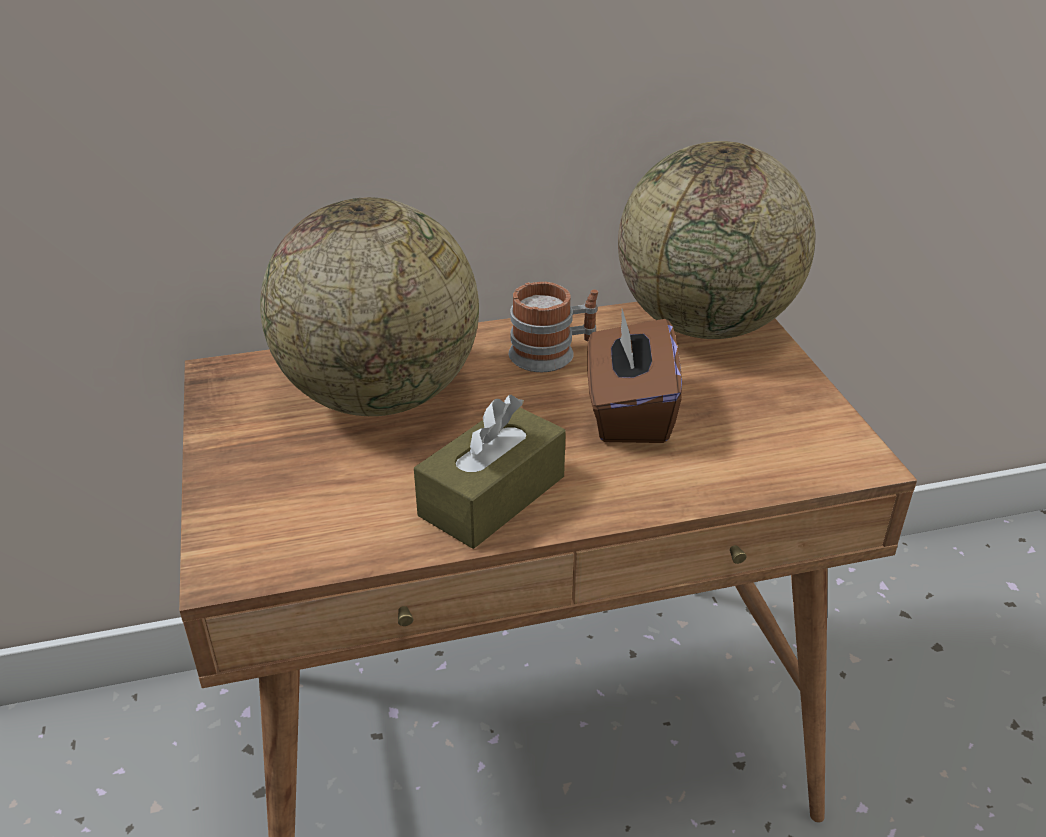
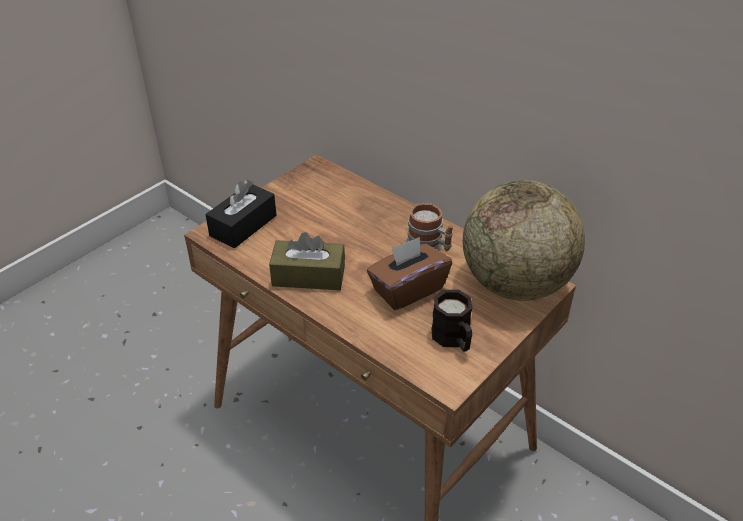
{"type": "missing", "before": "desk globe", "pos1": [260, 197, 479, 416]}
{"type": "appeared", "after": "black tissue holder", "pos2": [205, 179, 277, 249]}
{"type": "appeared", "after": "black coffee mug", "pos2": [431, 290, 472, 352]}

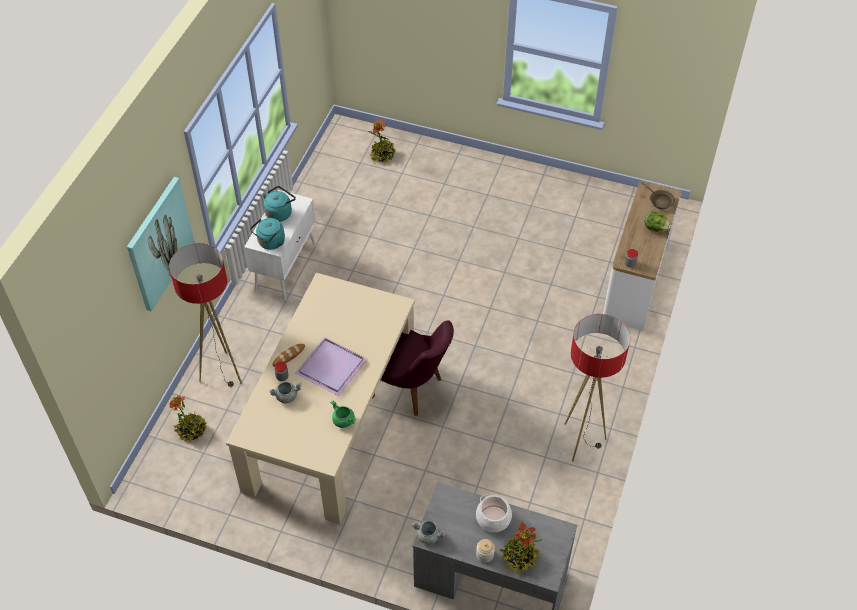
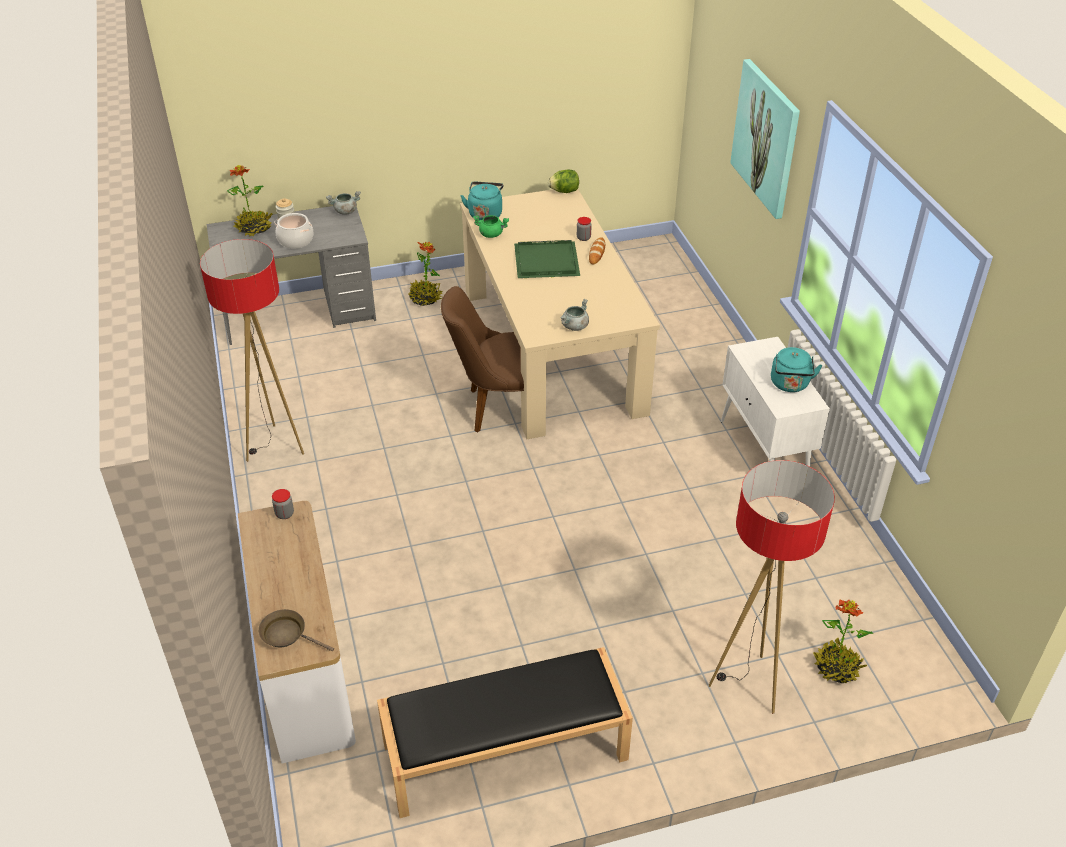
{"type": "relocated", "before": "lettuce", "pos1": [644, 211, 671, 232], "pos2": [548, 169, 579, 193]}
{"type": "relocated", "before": "turquoise water kettle", "pos1": [250, 218, 285, 250], "pos2": [461, 182, 503, 220]}
{"type": "relocated", "before": "standing lamp", "pos1": [169, 243, 242, 387], "pos2": [709, 460, 835, 714]}
{"type": "colour", "before": "purple-coloured upright chair", "after": "brown-coloured upright chair", "pos1": [373, 320, 454, 416], "pos2": [441, 286, 524, 433]}
{"type": "colour", "before": "purple-coloured carrying tray", "after": "green-coloured carrying tray", "pos1": [295, 337, 367, 396], "pos2": [514, 240, 580, 278]}
{"type": "relocated", "before": "grey cooking pot", "pos1": [269, 382, 302, 403], "pos2": [560, 299, 589, 331]}
{"type": "relocated", "before": "potted plant", "pos1": [169, 395, 207, 442], "pos2": [408, 242, 443, 306]}
{"type": "appeared", "after": "black long seat", "pos2": [377, 647, 633, 818]}

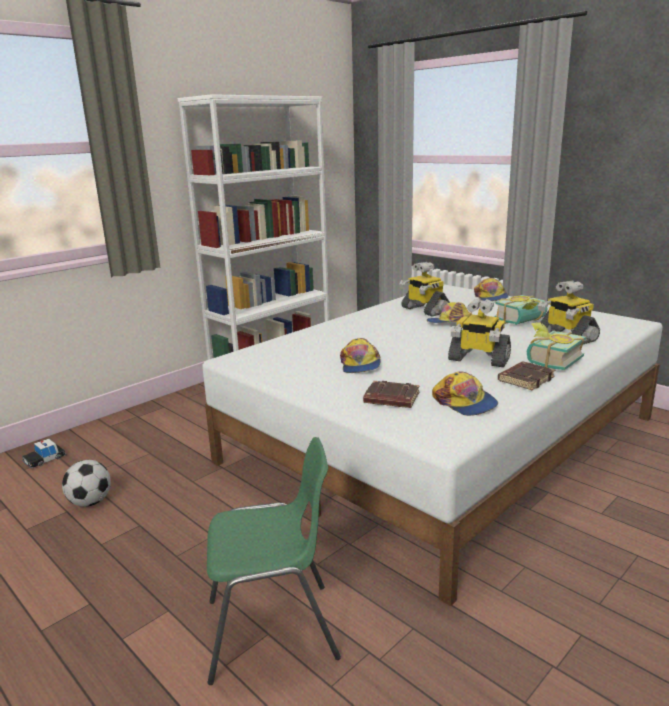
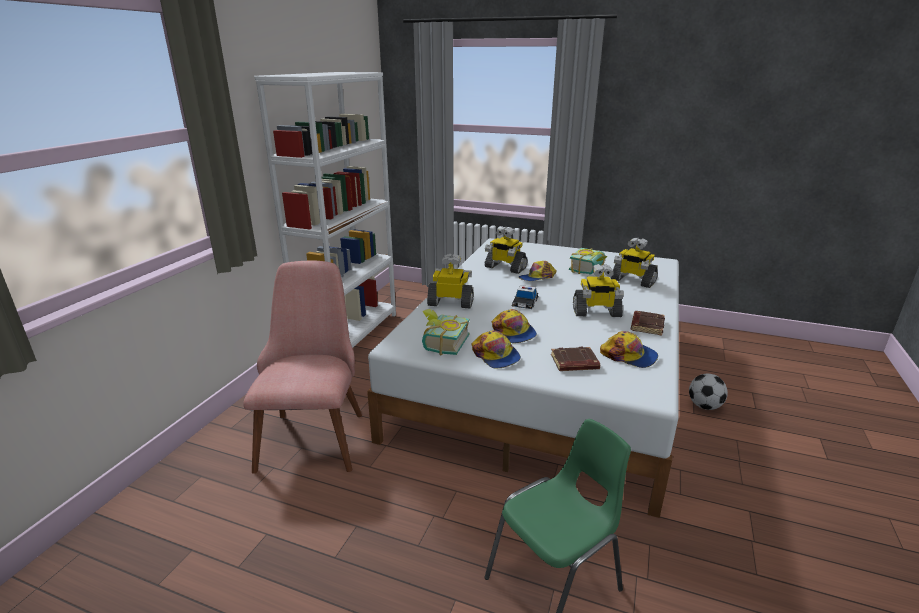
{"type": "relocated", "before": "cap", "pos1": [474, 278, 509, 301], "pos2": [471, 330, 521, 369]}
{"type": "relocated", "before": "bound book", "pos1": [527, 322, 586, 370], "pos2": [422, 309, 470, 356]}
{"type": "relocated", "before": "model car", "pos1": [22, 439, 67, 468], "pos2": [512, 285, 539, 309]}
{"type": "relocated", "before": "ball for football", "pos1": [62, 460, 111, 507], "pos2": [689, 374, 728, 410]}
{"type": "appeared", "after": "model robot", "pos2": [427, 254, 474, 308]}
{"type": "appeared", "after": "pinkish upright chair", "pos2": [243, 261, 362, 474]}

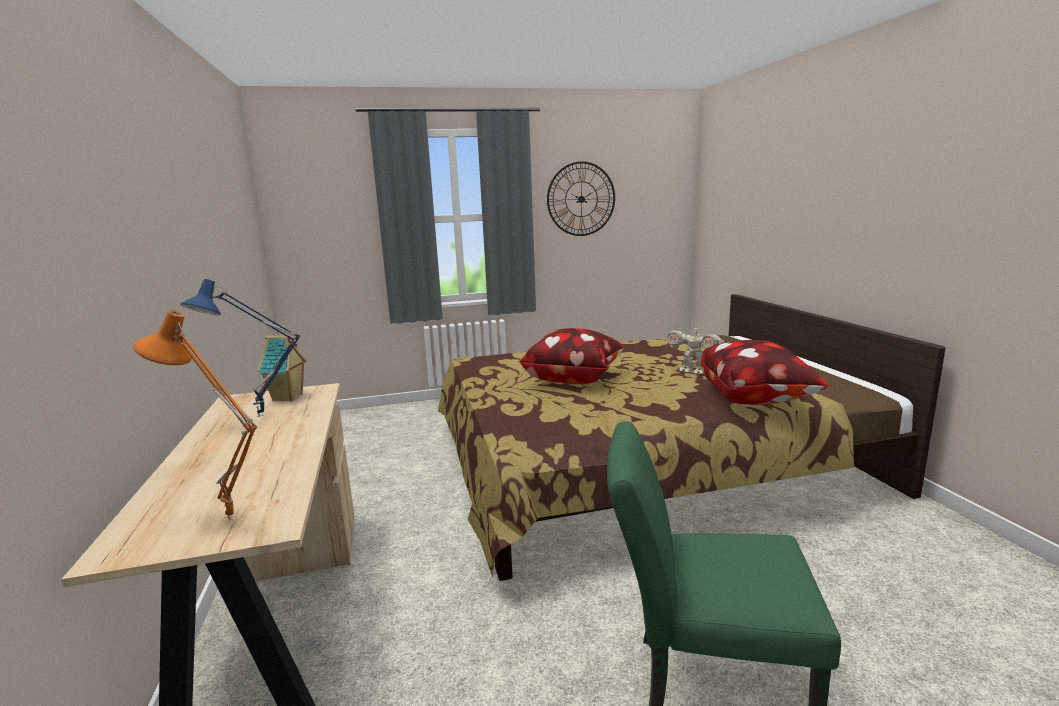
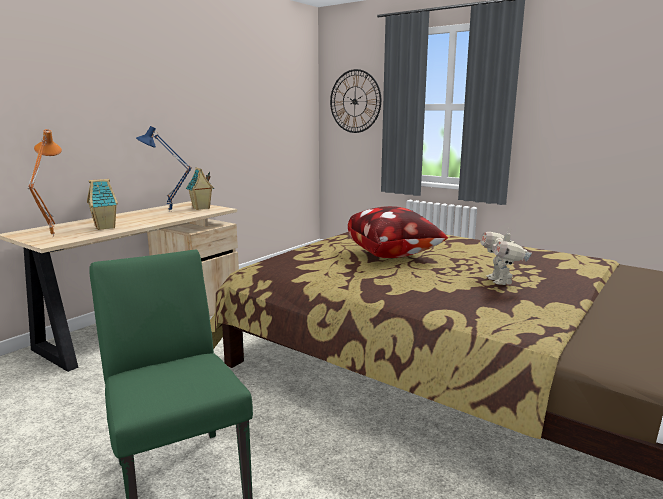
{"type": "relocated", "before": "wall clock", "pos1": [547, 161, 615, 236], "pos2": [330, 69, 381, 133]}
{"type": "missing", "before": "pillow", "pos1": [701, 340, 829, 405]}
{"type": "appeared", "after": "miniature house", "pos2": [87, 179, 118, 230]}

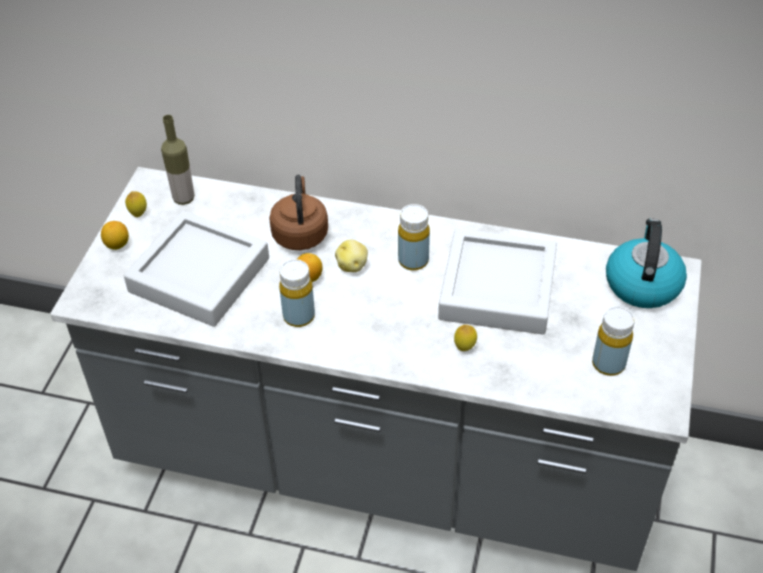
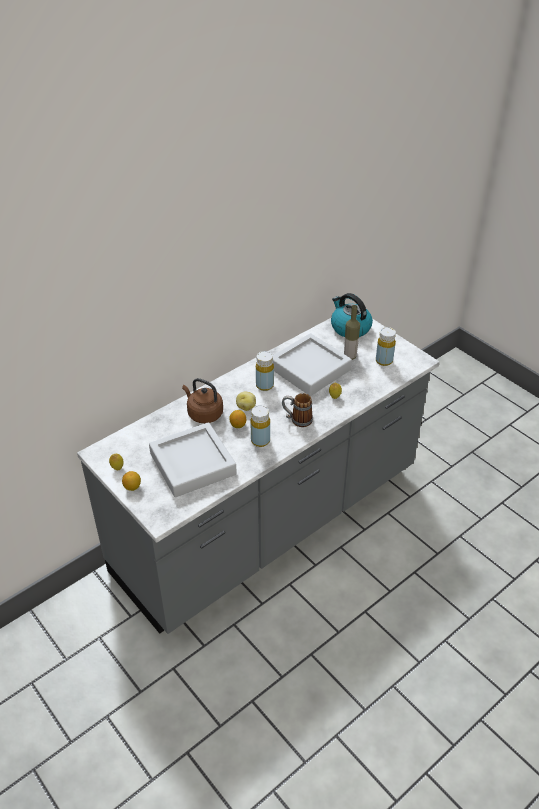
{"type": "relocated", "before": "drink bottle", "pos1": [161, 115, 194, 205], "pos2": [344, 305, 360, 360]}
{"type": "appeared", "after": "coffee mug", "pos2": [282, 393, 313, 427]}

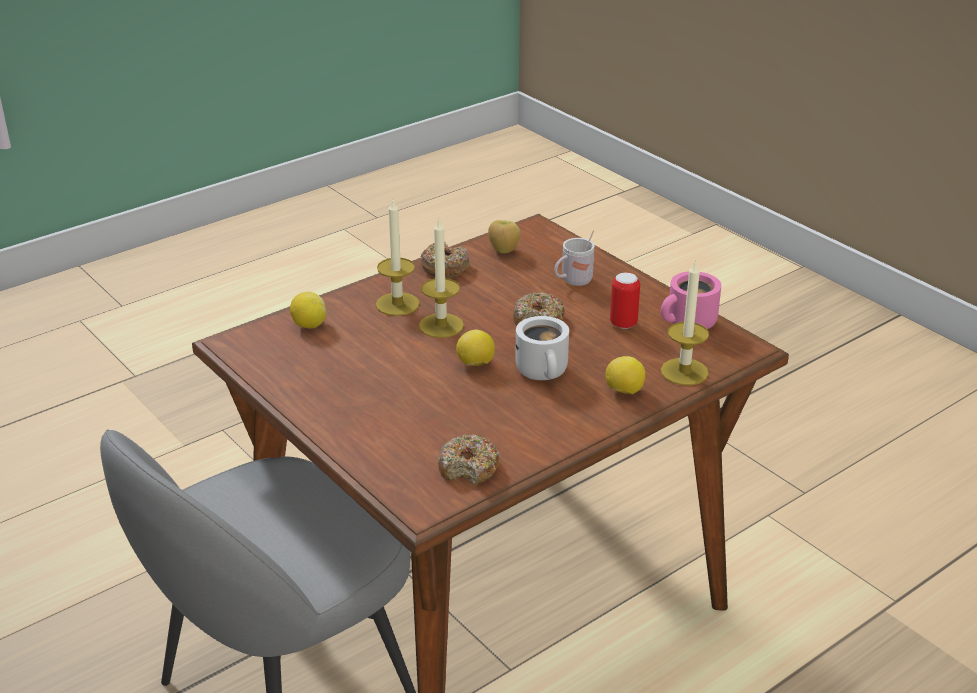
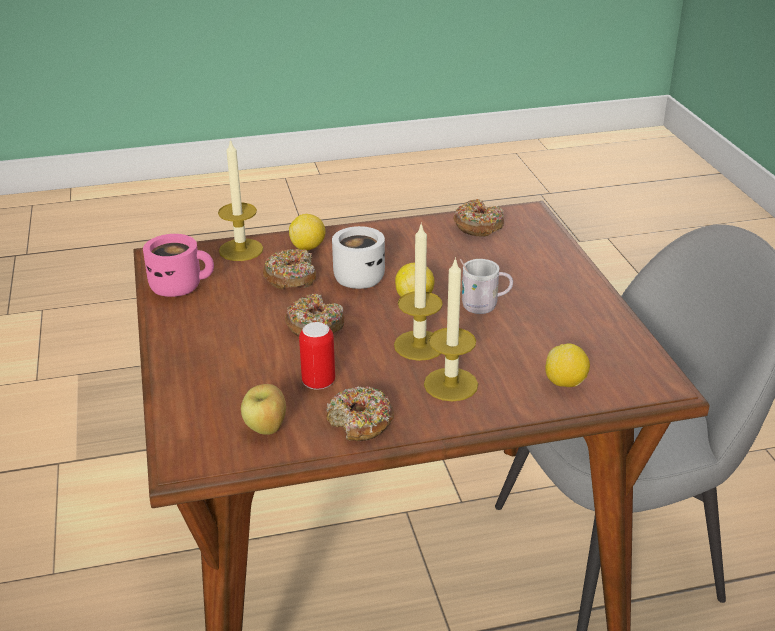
{"type": "relocated", "before": "whitish coffee mug", "pos1": [554, 230, 595, 286], "pos2": [460, 259, 513, 314]}
{"type": "relocated", "before": "sealed can", "pos1": [610, 272, 640, 329], "pos2": [299, 322, 335, 390]}
{"type": "appeared", "after": "ring doughnut", "pos2": [263, 249, 316, 289]}

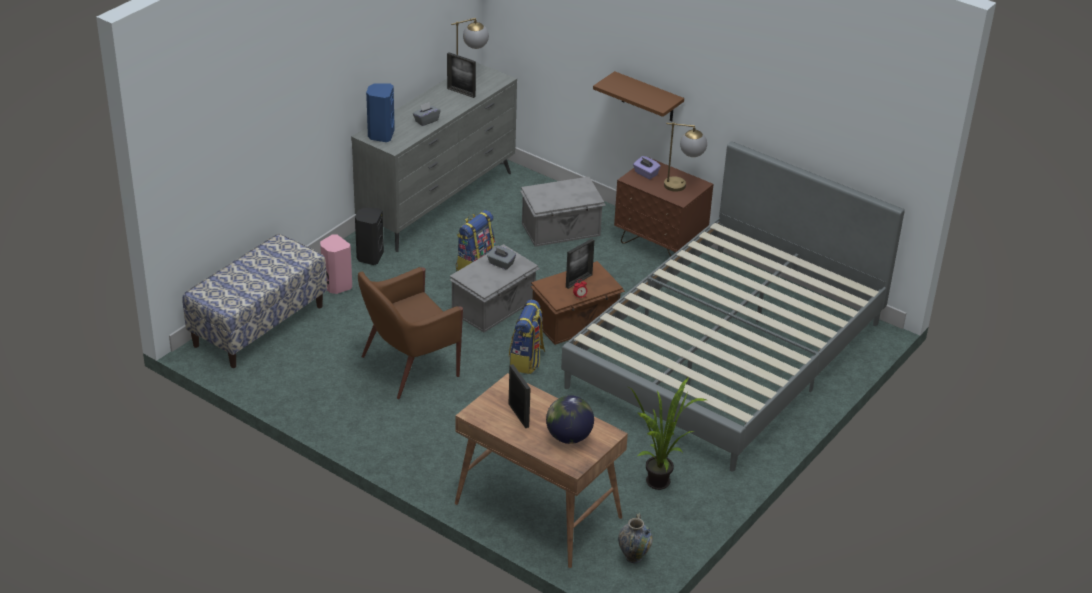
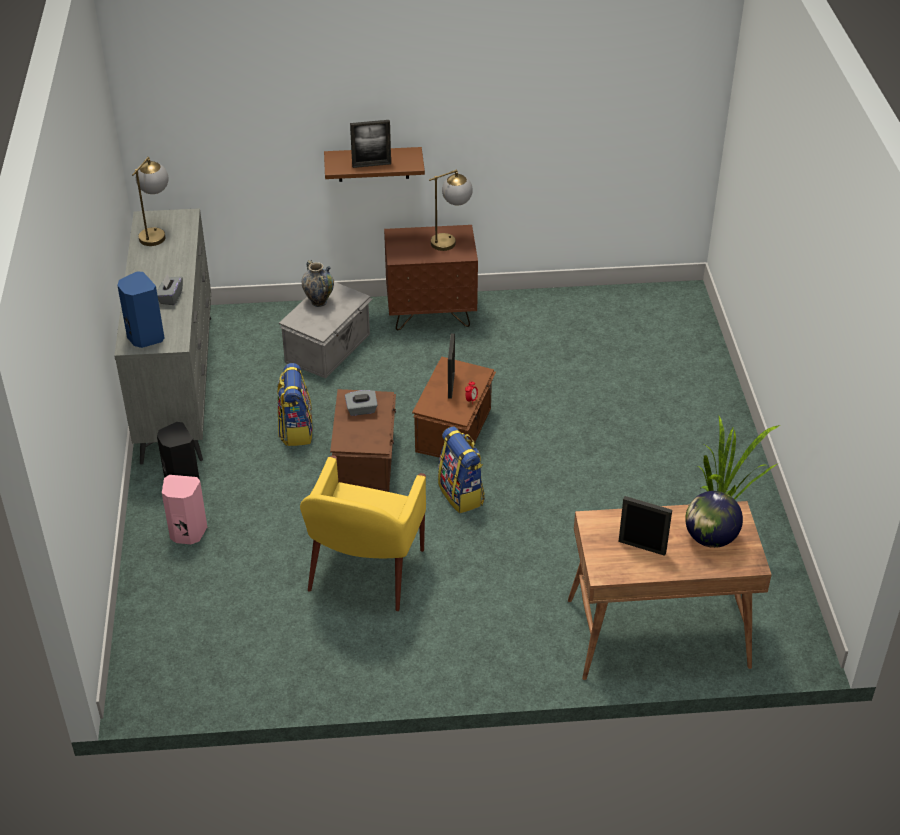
{"type": "relocated", "before": "picture frame", "pos1": [447, 52, 476, 98], "pos2": [350, 120, 391, 168]}
{"type": "missing", "before": "grey sleeping bed", "pos1": [561, 141, 905, 472]}
{"type": "missing", "before": "purple-coloured tissue holder", "pos1": [633, 156, 661, 179]}
{"type": "missing", "before": "long seat", "pos1": [182, 234, 327, 368]}
{"type": "colour", "before": "grey storage container", "after": "brown-coloured storage container", "pos1": [450, 244, 540, 332], "pos2": [330, 389, 396, 492]}
{"type": "colour", "before": "brown-coloured lounge chair", "after": "yellowish lounge chair", "pos1": [358, 267, 463, 399], "pos2": [300, 455, 426, 611]}
{"type": "relocated", "before": "decorative vase", "pos1": [618, 513, 653, 563], "pos2": [302, 260, 334, 307]}

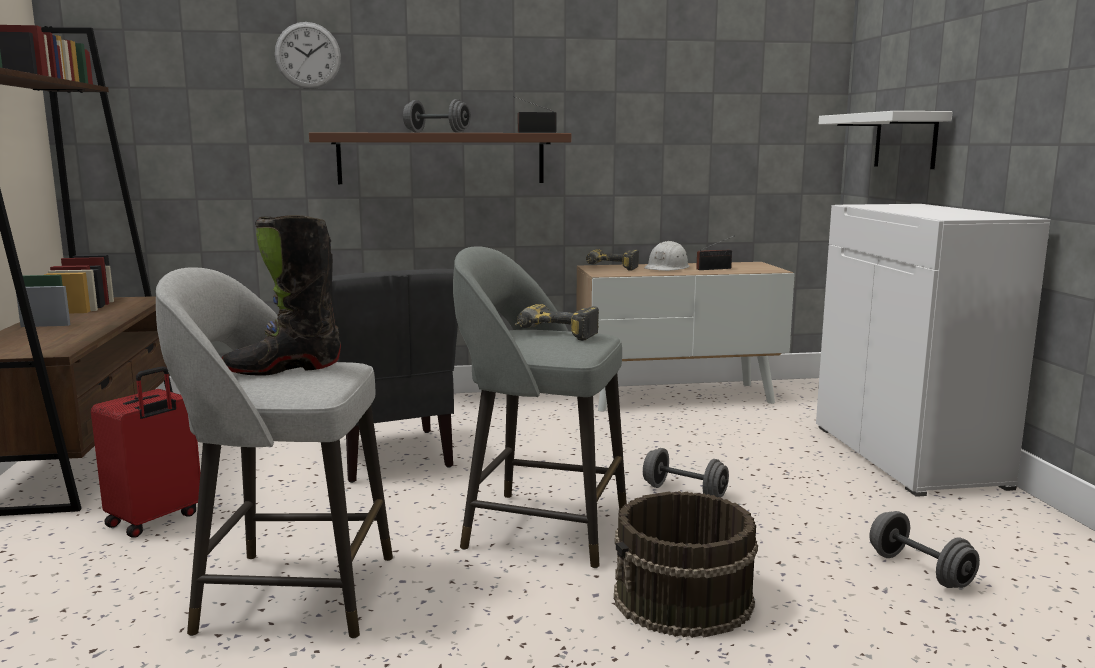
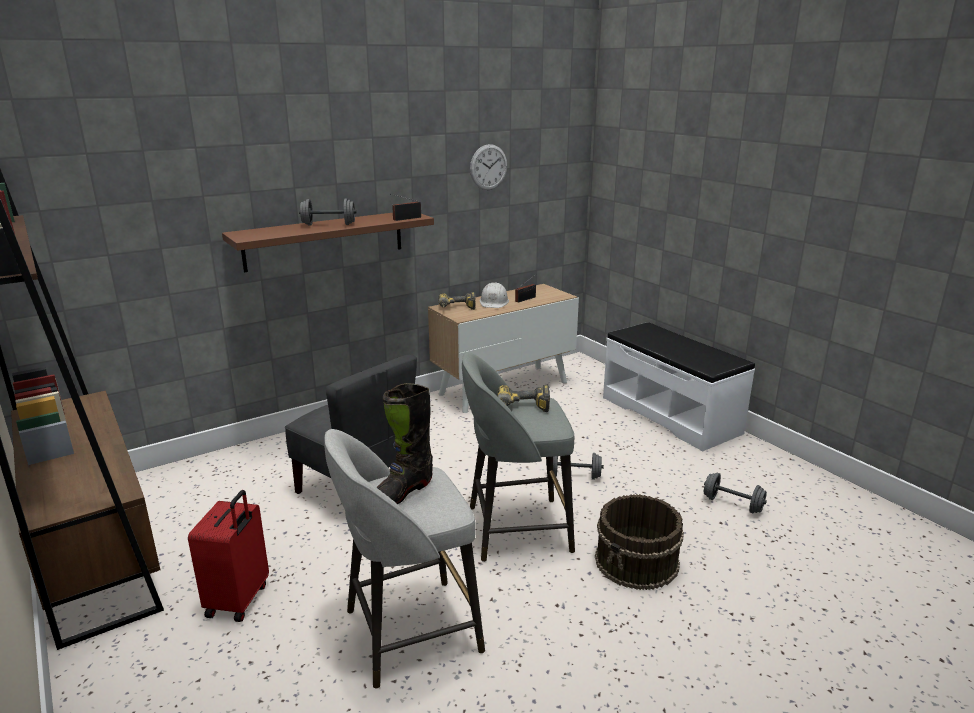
{"type": "relocated", "before": "wall clock", "pos1": [275, 22, 341, 89], "pos2": [470, 144, 507, 190]}
{"type": "missing", "before": "whitish wall shelf", "pos1": [819, 111, 953, 169]}
{"type": "exchanged", "before": "whitish cupboard", "after": "whitish long seat", "pos1": [816, 204, 1051, 497], "pos2": [603, 322, 755, 452]}

